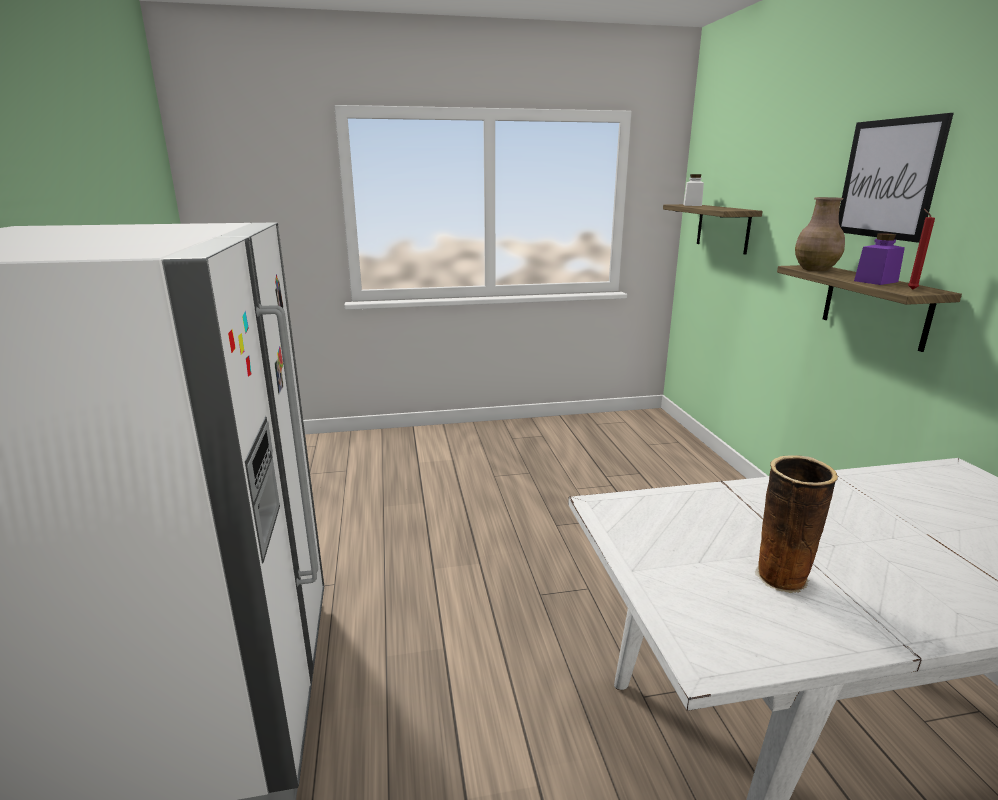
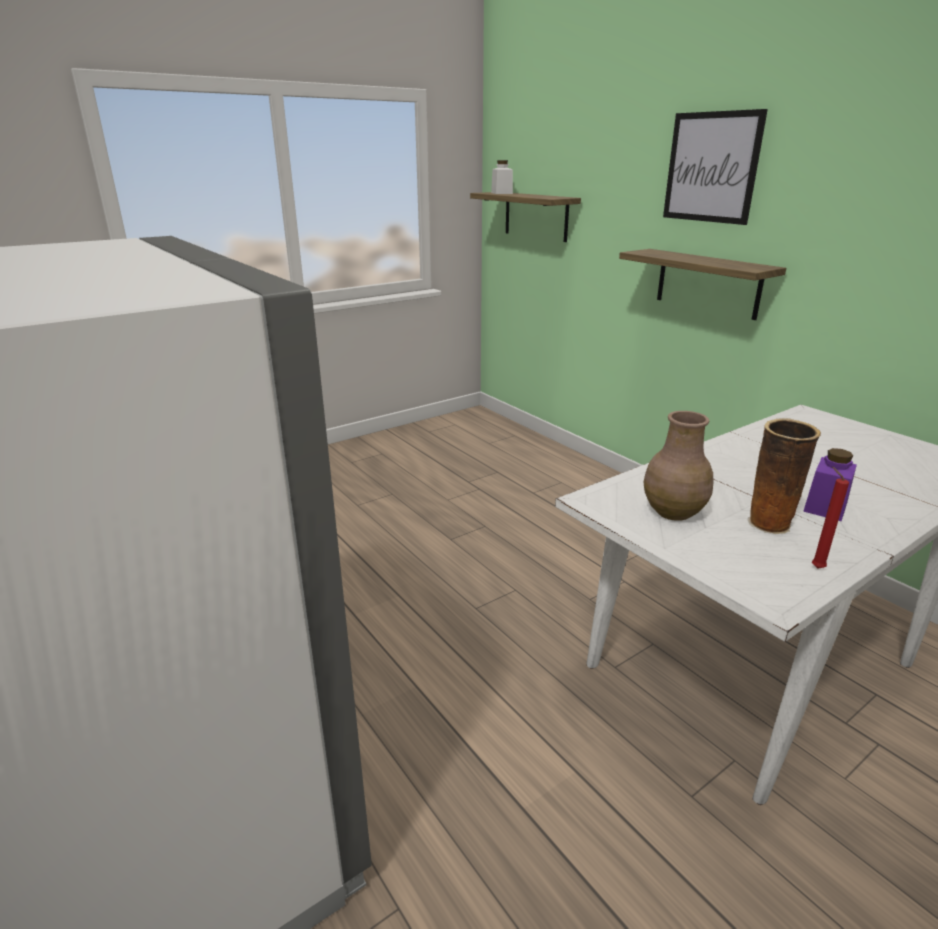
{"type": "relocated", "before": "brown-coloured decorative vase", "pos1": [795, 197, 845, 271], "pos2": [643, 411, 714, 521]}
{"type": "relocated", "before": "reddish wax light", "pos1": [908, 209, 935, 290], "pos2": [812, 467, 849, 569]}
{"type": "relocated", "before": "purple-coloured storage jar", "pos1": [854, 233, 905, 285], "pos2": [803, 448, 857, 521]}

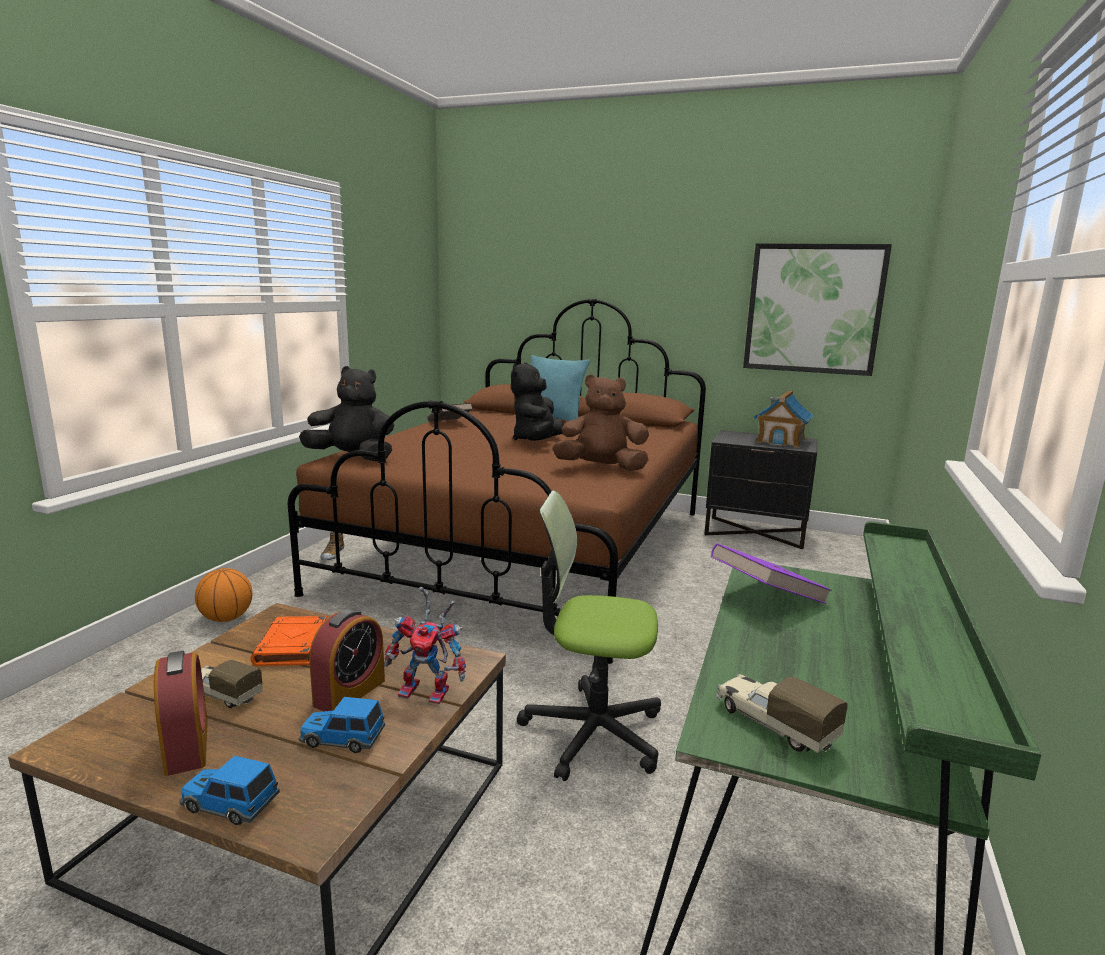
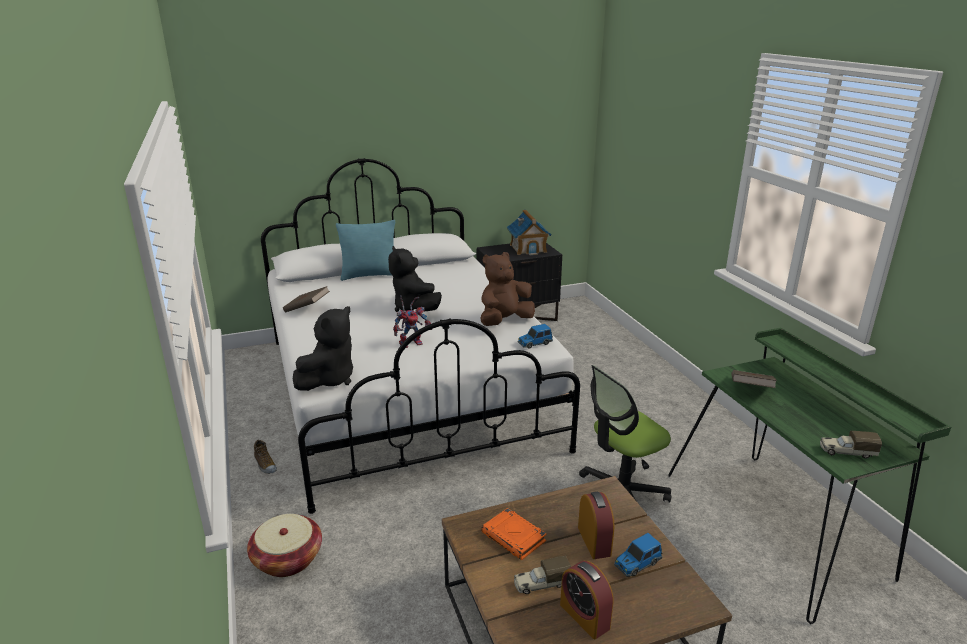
{"type": "missing", "before": "wall picture", "pos1": [743, 243, 892, 376]}
{"type": "colour", "before": "brown-coloured sleeping bed", "after": "whitish sleeping bed", "pos1": [288, 298, 706, 664], "pos2": [261, 158, 580, 514]}
{"type": "spun", "before": "black soft toy", "pos1": [299, 366, 394, 461], "pos2": [293, 306, 353, 391], "turn": 150}
{"type": "colour", "before": "purple-coloured bound book", "after": "brown-coloured bound book", "pos1": [711, 543, 832, 604], "pos2": [731, 370, 777, 388]}
{"type": "exchanged", "before": "ball for basketball", "after": "household basket", "pos1": [195, 568, 253, 622], "pos2": [247, 514, 322, 577]}
{"type": "relocated", "before": "model robot", "pos1": [384, 586, 466, 704], "pos2": [393, 295, 432, 348]}
{"type": "spun", "before": "bedside clock", "pos1": [154, 651, 208, 776], "pos2": [560, 561, 613, 639], "turn": -150}
{"type": "relocated", "before": "model car", "pos1": [179, 756, 280, 825], "pos2": [518, 324, 553, 349]}

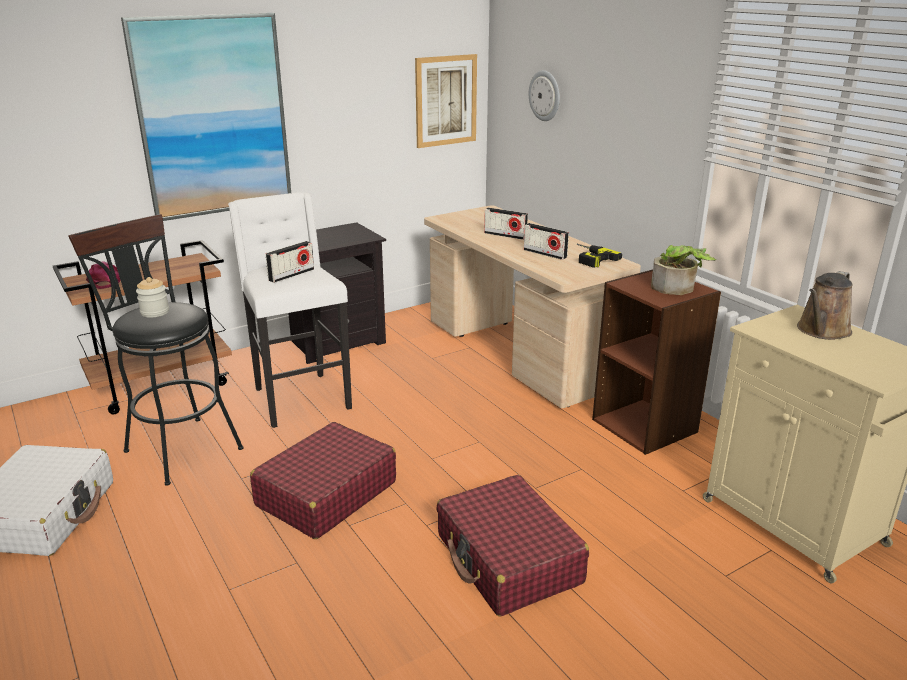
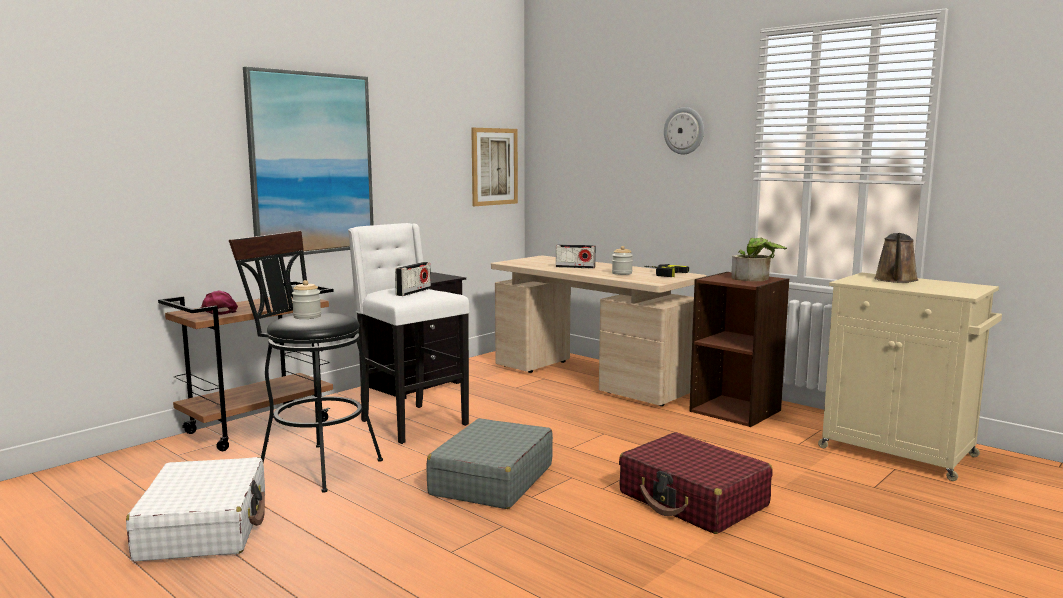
{"type": "relocated", "before": "wall clock", "pos1": [529, 70, 560, 121], "pos2": [664, 107, 704, 154]}
{"type": "exchanged", "before": "radio receiver", "after": "storage jar", "pos1": [524, 223, 569, 260], "pos2": [612, 246, 633, 275]}
{"type": "colour", "before": "reddish suitcase", "after": "grey suitcase", "pos1": [250, 422, 396, 539], "pos2": [426, 418, 553, 509]}

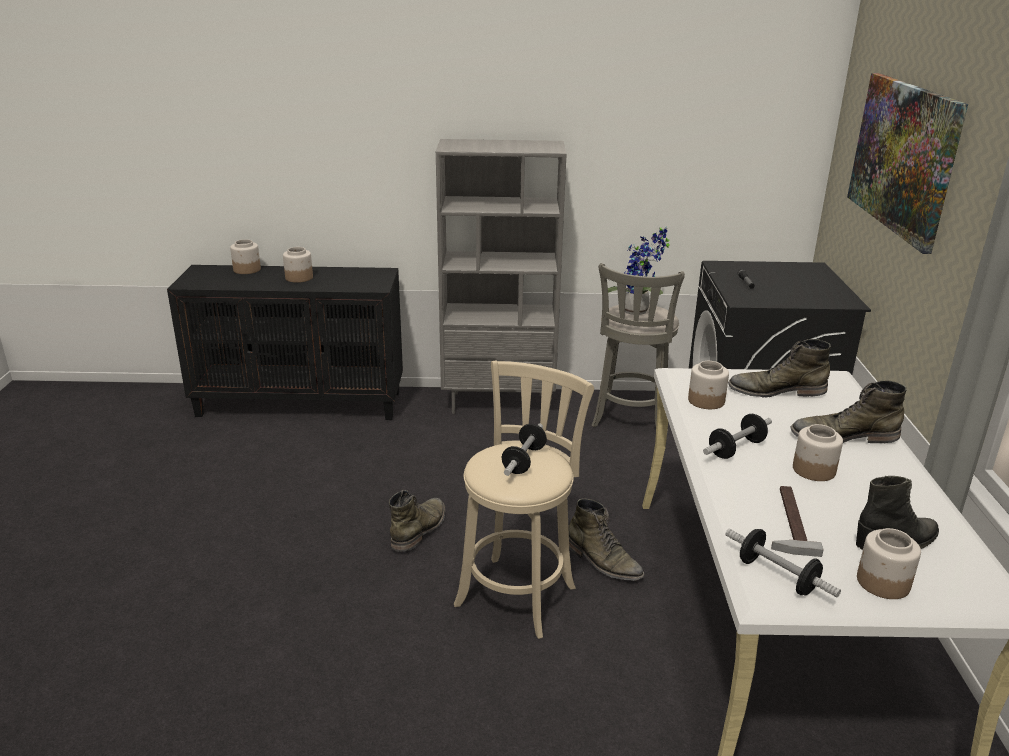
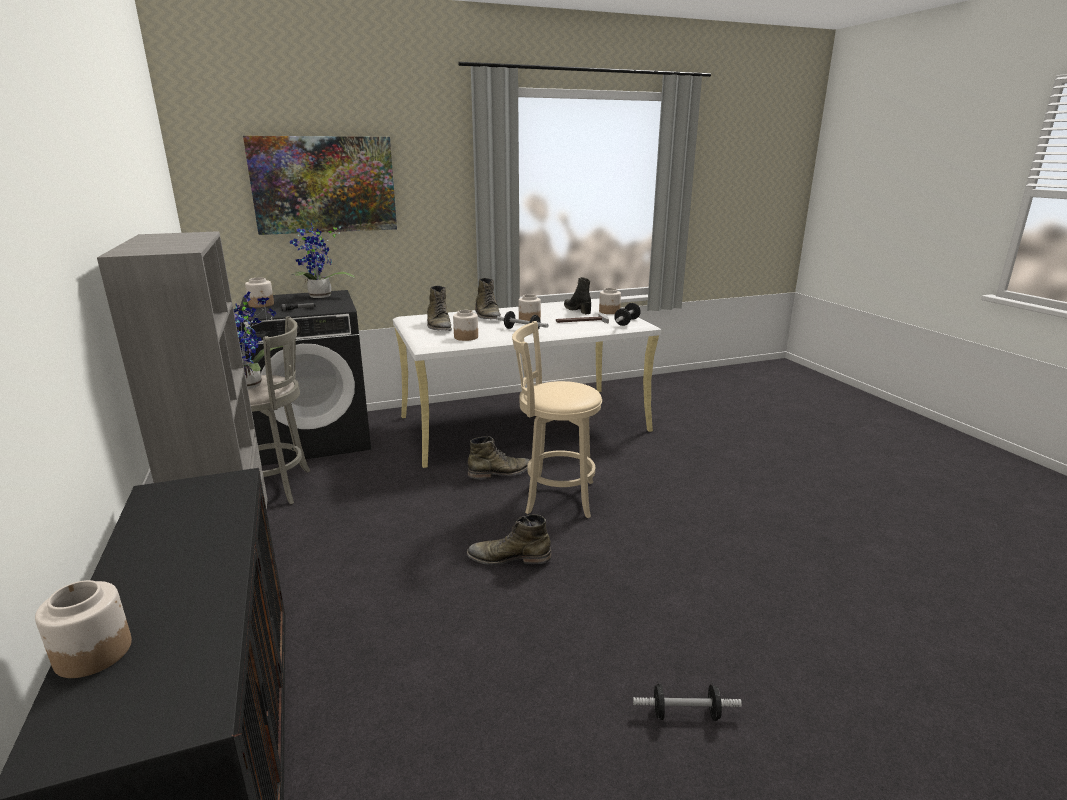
{"type": "relocated", "before": "storage jar", "pos1": [283, 247, 313, 283], "pos2": [245, 278, 274, 308]}
{"type": "relocated", "before": "dumbbell", "pos1": [501, 423, 547, 476], "pos2": [633, 684, 742, 721]}
{"type": "spun", "before": "green-coloured high-top boot", "pos1": [569, 499, 644, 581], "pos2": [468, 436, 529, 479], "turn": 45}
{"type": "appeared", "after": "potted plant", "pos2": [290, 223, 355, 298]}

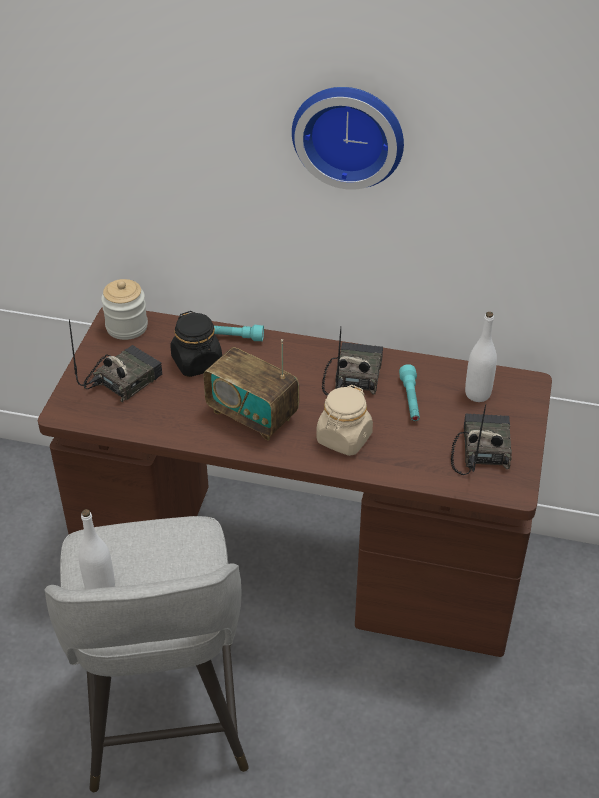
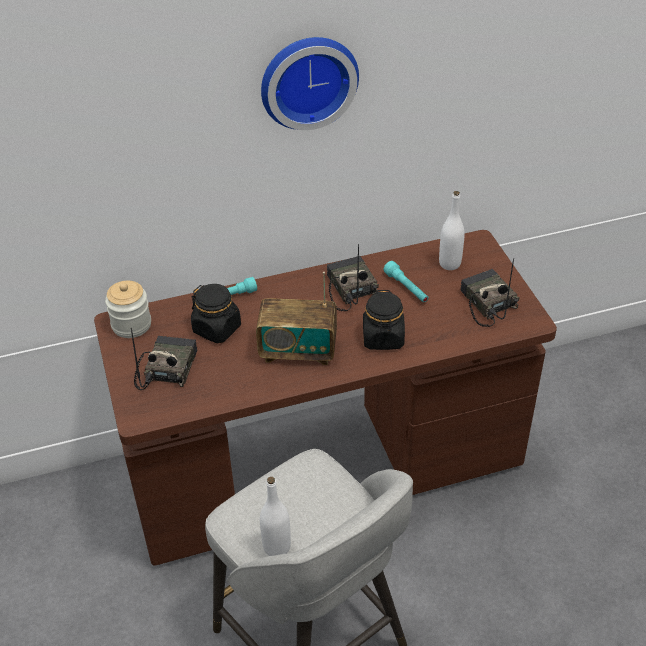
{"type": "colour", "before": "sand-coloured storage jar", "after": "black storage jar", "pos1": [316, 385, 373, 456], "pos2": [363, 290, 405, 350]}

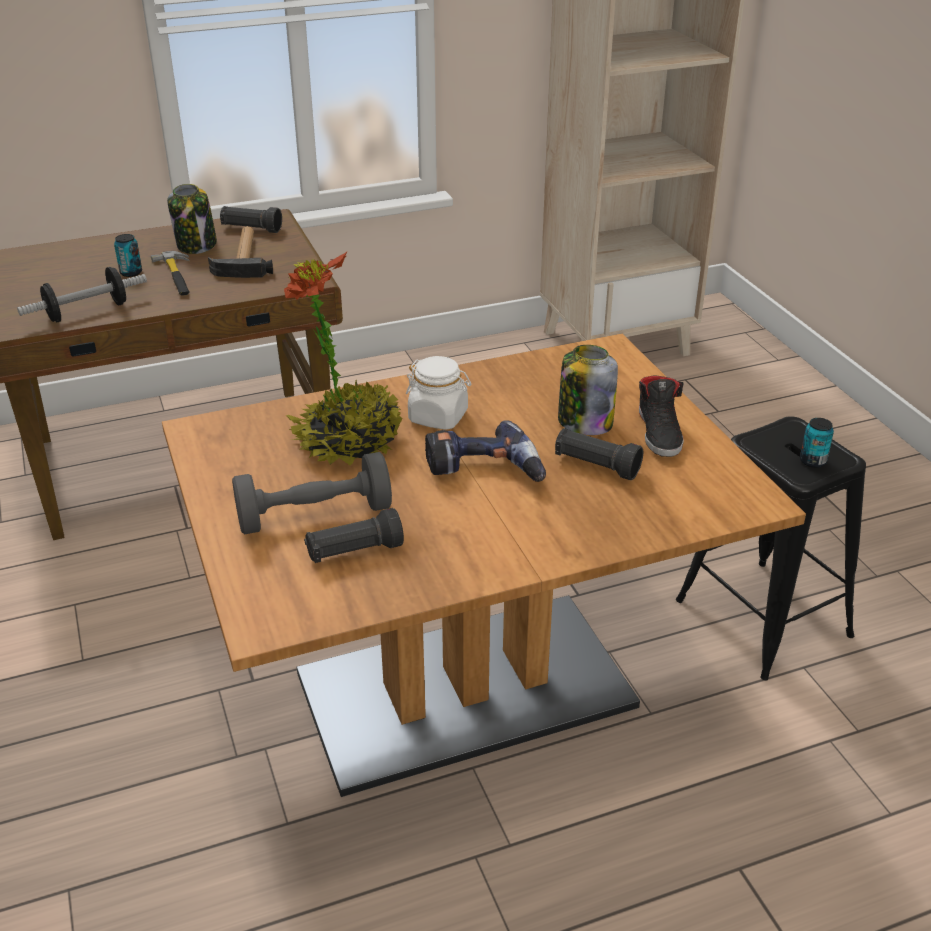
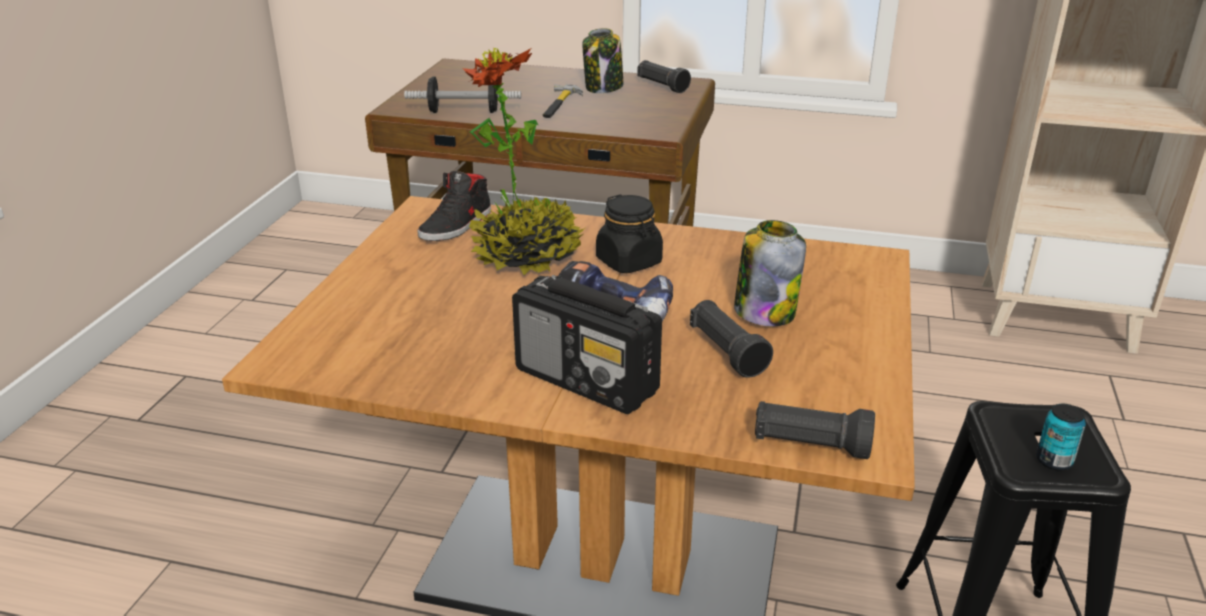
{"type": "missing", "before": "hammer", "pos1": [208, 226, 273, 278]}
{"type": "missing", "before": "sealed can", "pos1": [114, 234, 142, 277]}
{"type": "colour", "before": "whitish storage jar", "after": "black storage jar", "pos1": [406, 356, 471, 430], "pos2": [596, 194, 663, 273]}
{"type": "relocated", "before": "black shoe", "pos1": [639, 375, 684, 457], "pos2": [418, 171, 491, 241]}
{"type": "missing", "before": "grey dumbbell", "pos1": [232, 452, 392, 534]}
{"type": "relocated", "before": "black flashlight", "pos1": [304, 508, 404, 563], "pos2": [755, 401, 875, 459]}
{"type": "appeared", "after": "radio receiver", "pos2": [512, 275, 662, 414]}

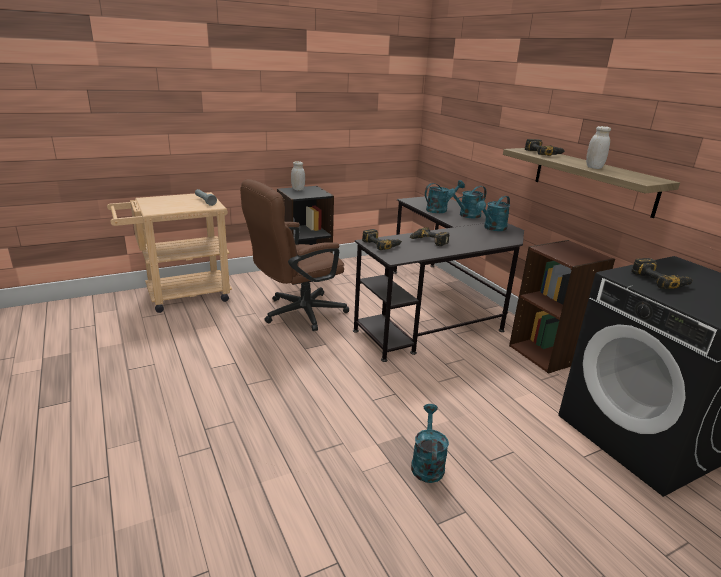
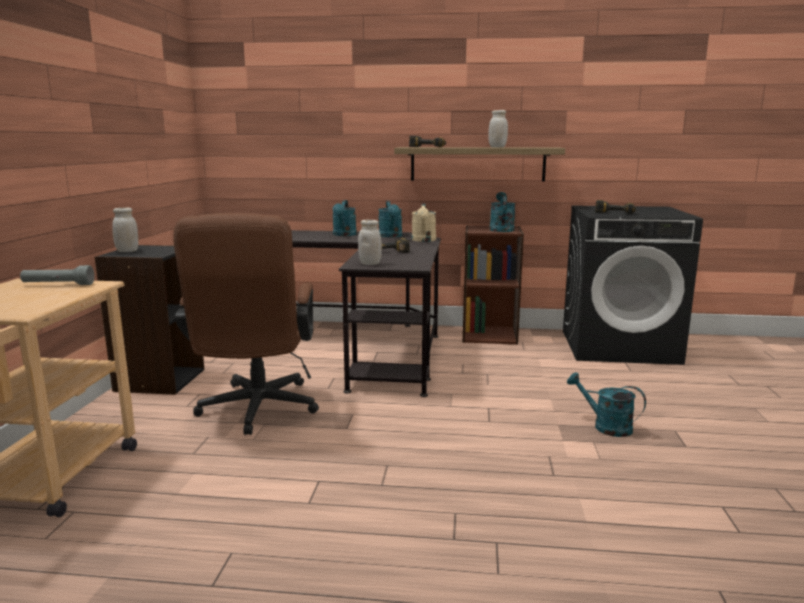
{"type": "relocated", "before": "turquoise sprinkling can", "pos1": [425, 180, 465, 213], "pos2": [489, 192, 516, 232]}
{"type": "exchanged", "before": "drill", "after": "whitish storage jar", "pos1": [362, 229, 402, 250], "pos2": [358, 220, 382, 265]}
{"type": "appeared", "after": "sand-coloured sprinkling can", "pos2": [412, 203, 436, 242]}

